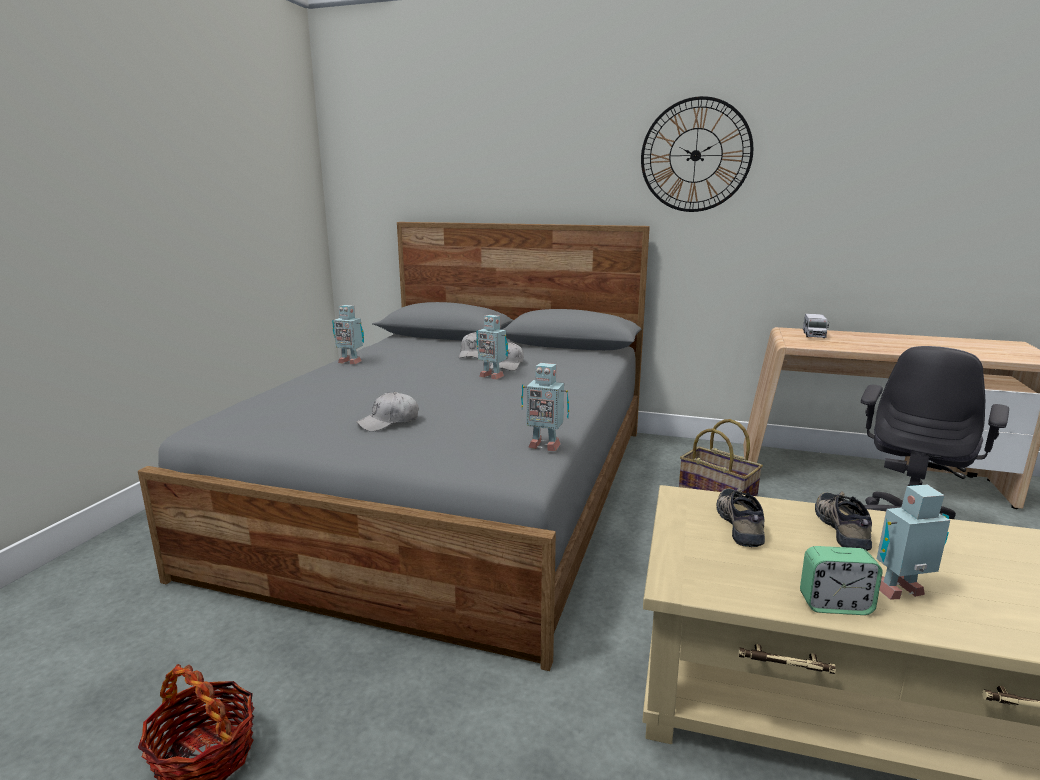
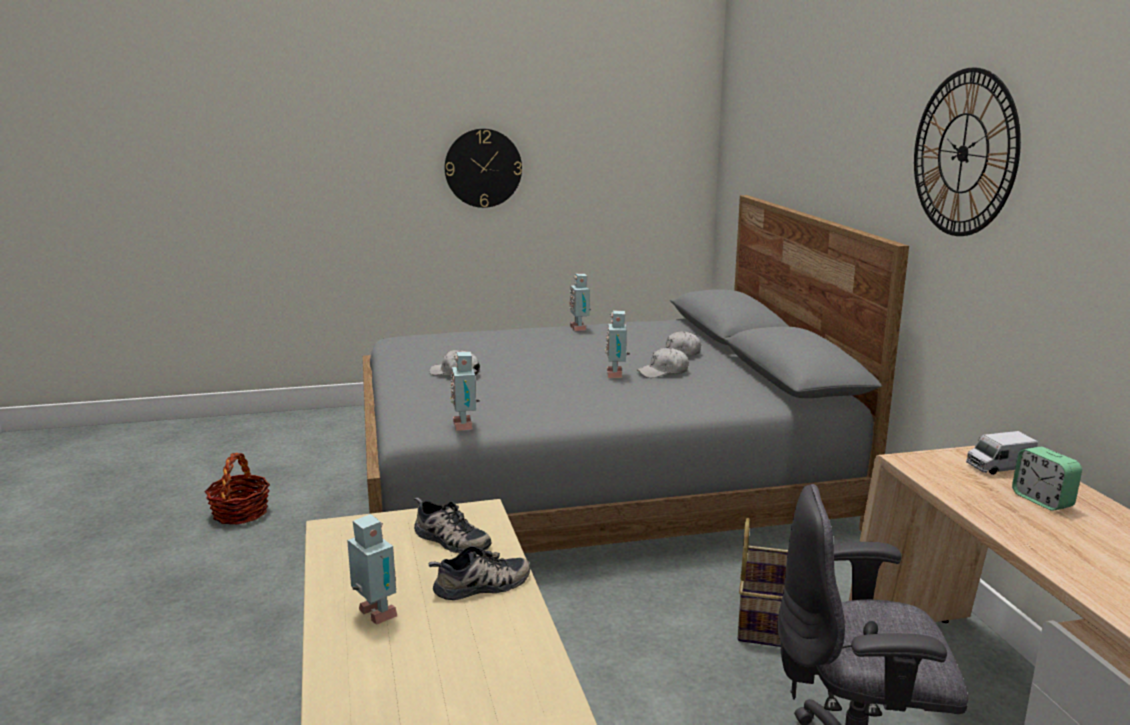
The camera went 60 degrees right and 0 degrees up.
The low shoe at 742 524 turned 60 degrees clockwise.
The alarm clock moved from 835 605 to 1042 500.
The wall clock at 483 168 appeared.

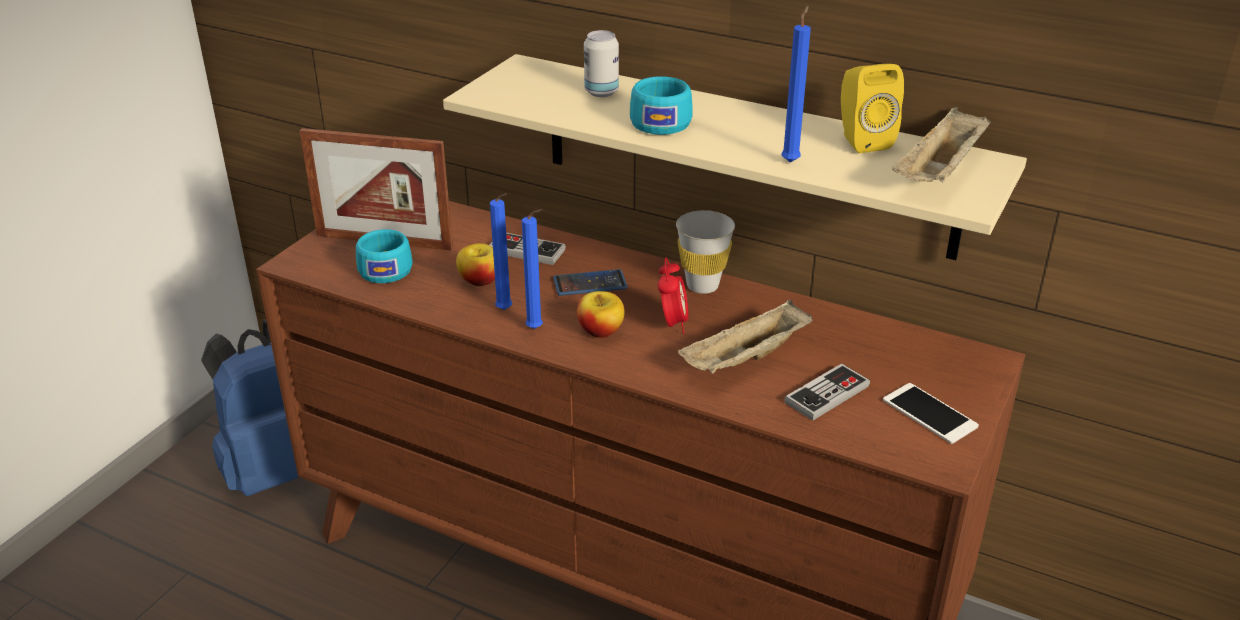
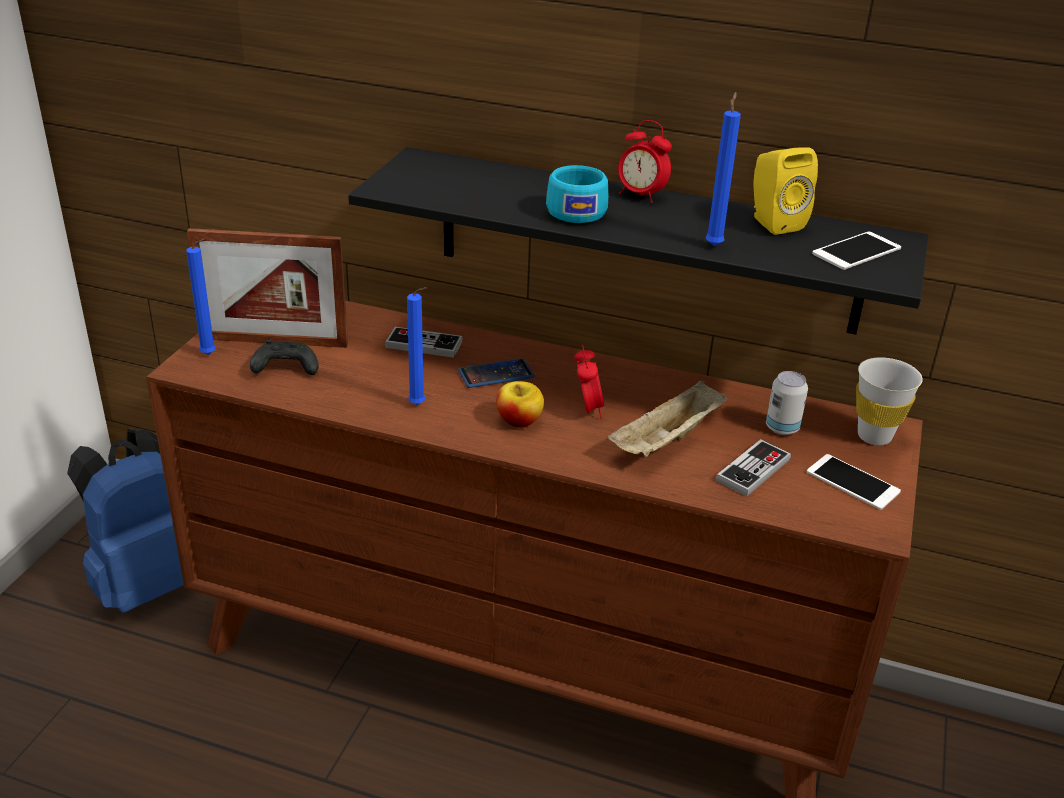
The camera went 10 degrees left and 0 degrees up.
The can moved from 601 92 to 782 428.
The bracket shelf/beige-coloured at 744 155 became the bracket shelf/black at 646 241.
The carrying tray/beige-coloured at 940 173 was replaced by the phone at 856 251.
The wax light/blue-coloured moved from 537 329 to 210 355.
The drinking cup/whitish moved from 702 286 to 874 436.
The drinking cup/turquoise at 386 268 was replaced by the game controller/black at 284 369.
The apple fruit at 480 281 disappeared.
The alarm clock at 640 195 appeared.

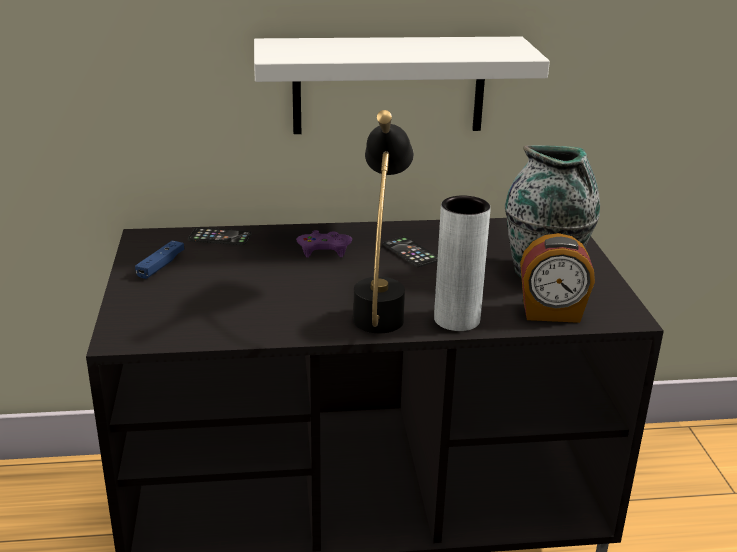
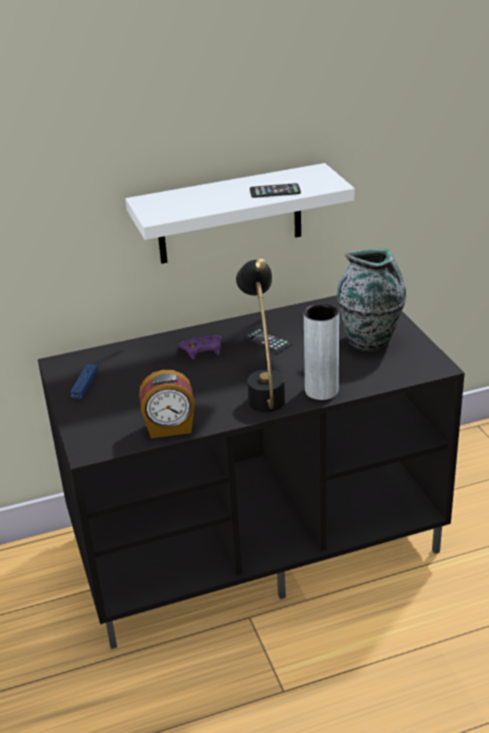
The camera went 10 degrees left and 5 degrees up.
The phone moved from 220 237 to 275 191.
The alarm clock moved from 551 313 to 170 428.

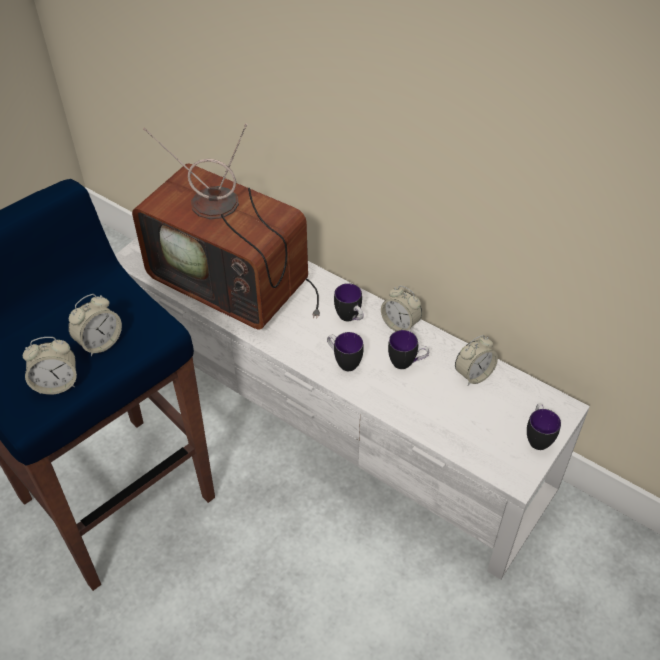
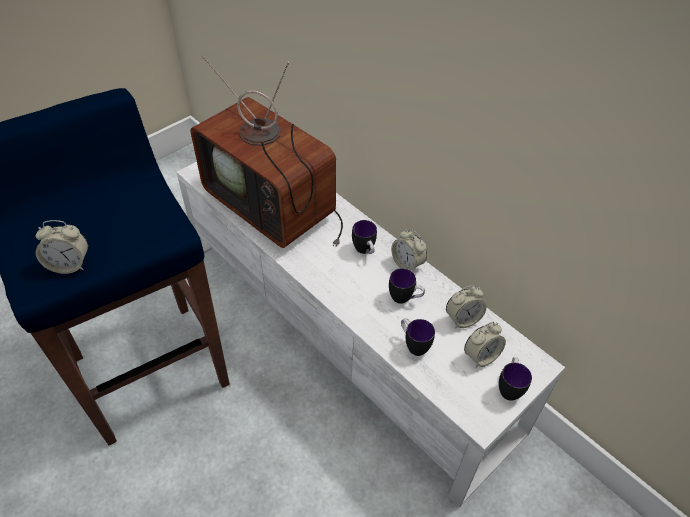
The camera went 10 degrees right and 0 degrees up.
The alarm clock moved from 100 342 to 481 356.
The tea mug moved from 343 361 to 413 345.

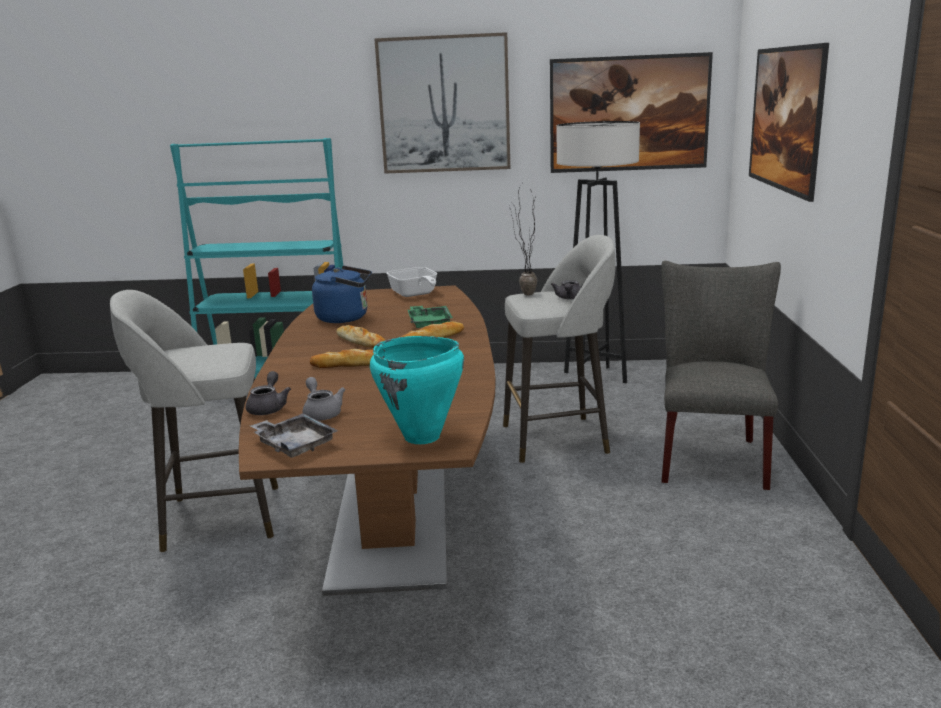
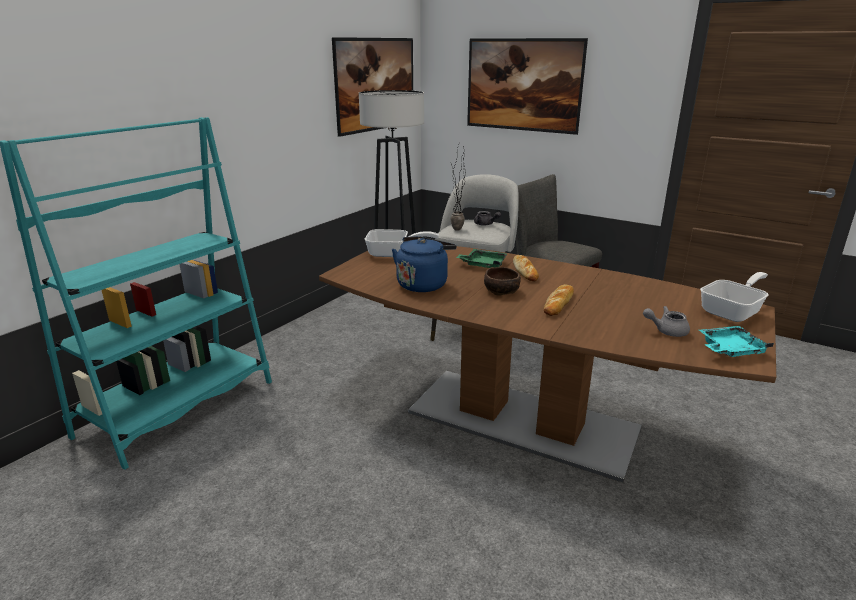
The camera went 60 degrees left and 5 degrees up.
The wall art at 444 104 disappeared.
The stool seat/grey at 218 518 disappeared.
The bread at 361 342 was replaced by the deep dish/brownish at 502 291.
The stockpot/turquoise at 422 437 was replaced by the skillet at 733 311.
The teapot/grey at 268 407 disappeared.
The carrying tray/grey at 294 444 became the carrying tray/turquoise at 729 349.

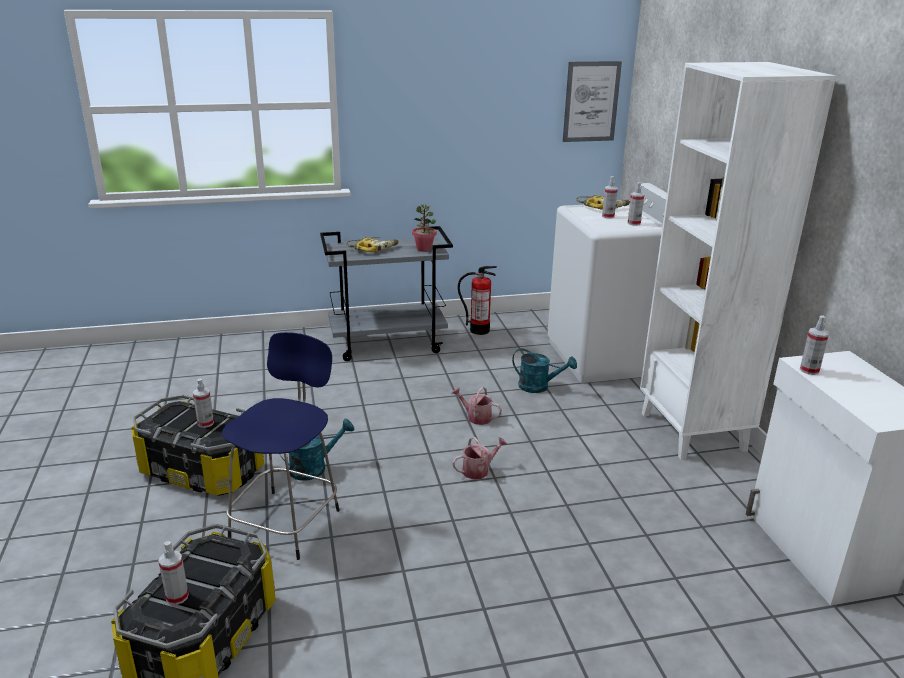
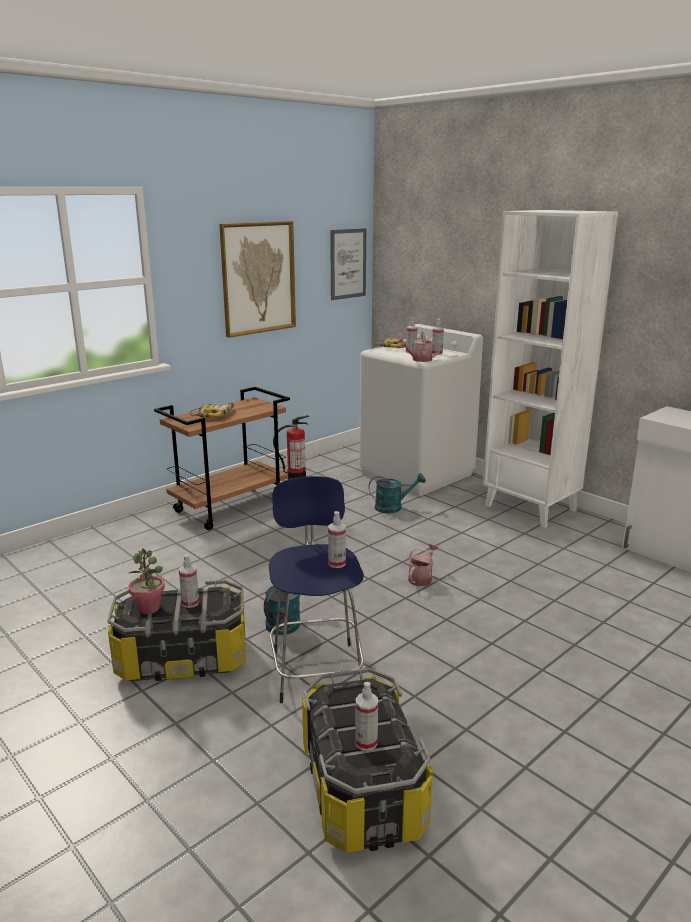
The camera went 30 degrees left and 5 degrees down.
The potted plant moved from 424 249 to 149 608.
The trolley/grey at 388 343 became the trolley/brownish at 230 507.
The spray bottle moved from 809 370 to 337 563.
The sprinkling can moved from 476 417 to 419 359.
The wall art at 258 278 appeared.

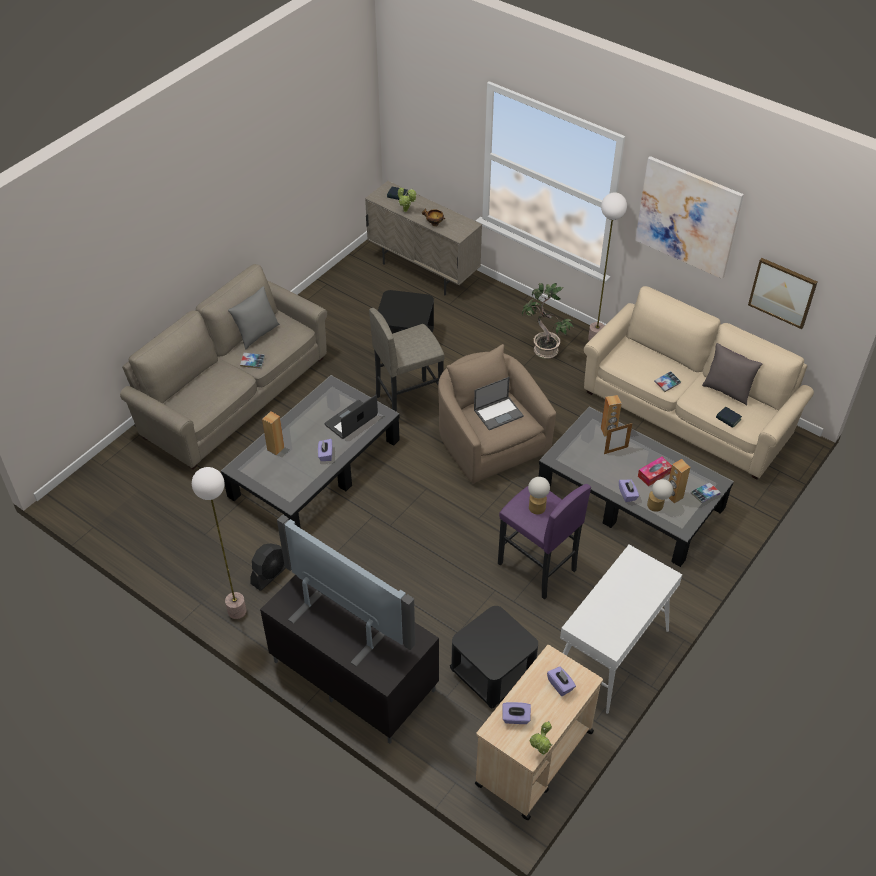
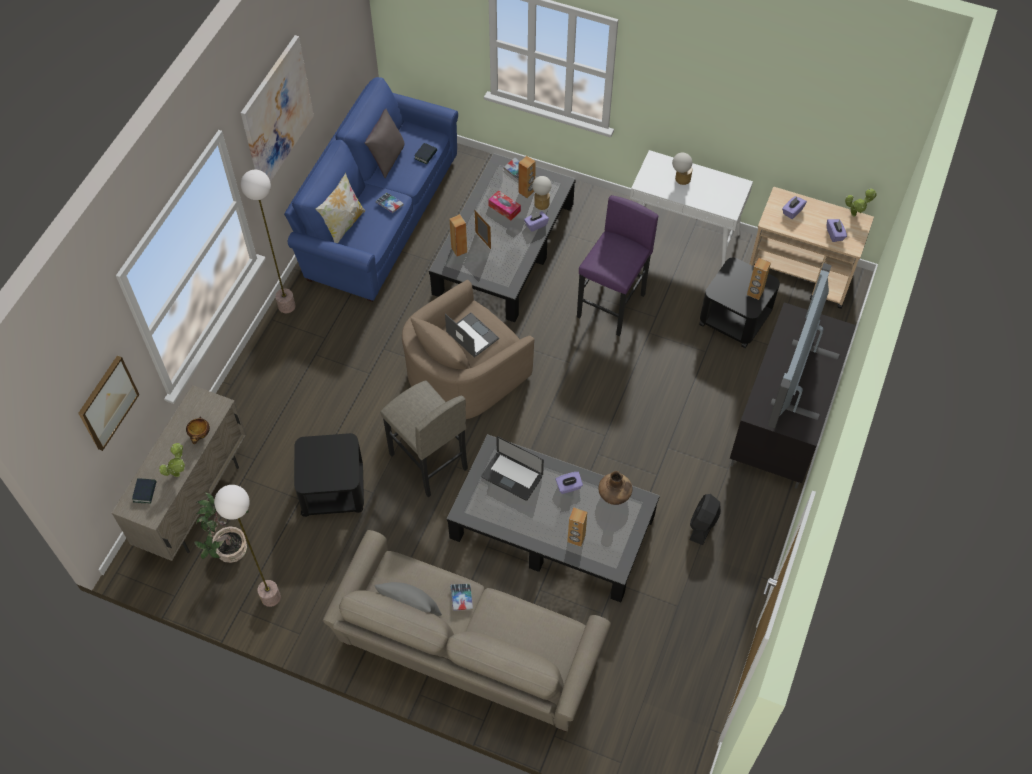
The camera went 105 degrees left and 10 degrees up.
The wall art moved from 782 292 to 107 402.
The potted plant moved from 544 350 to 232 550.
The couch/beige-coloured at 689 411 became the couch/blue-coloured at 378 216.
The floor lamp moved from 237 611 to 270 597.
The lamp for a table moved from 537 505 to 680 179.
The cooling fan/black at 270 574 turned 90 degrees counterclockwise.
The cushion at 343 225 appeared.
The loudspeaker/brownish at 755 293 appeared.
The vase/brownish at 614 495 appeared.

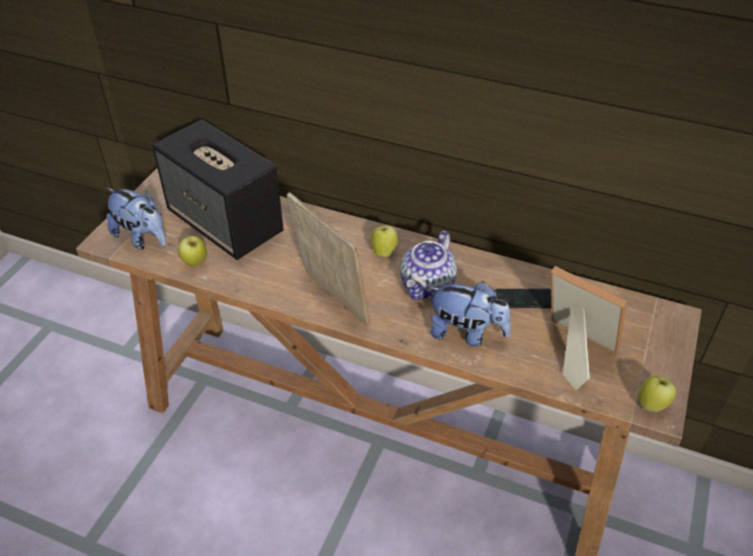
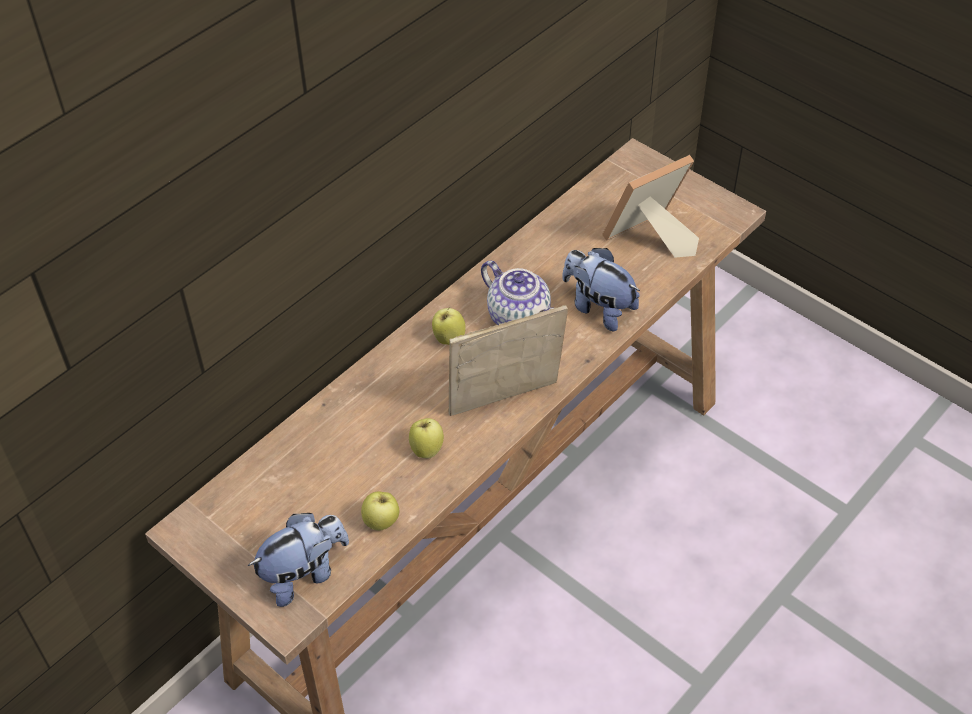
The camera went 70 degrees left and 5 degrees up.
The loudspeaker at 226 223 disappeared.
The plush toy at 466 333 turned 90 degrees counterclockwise.
The phone at 524 300 disappeared.
The apple fruit moved from 652 404 to 427 449.

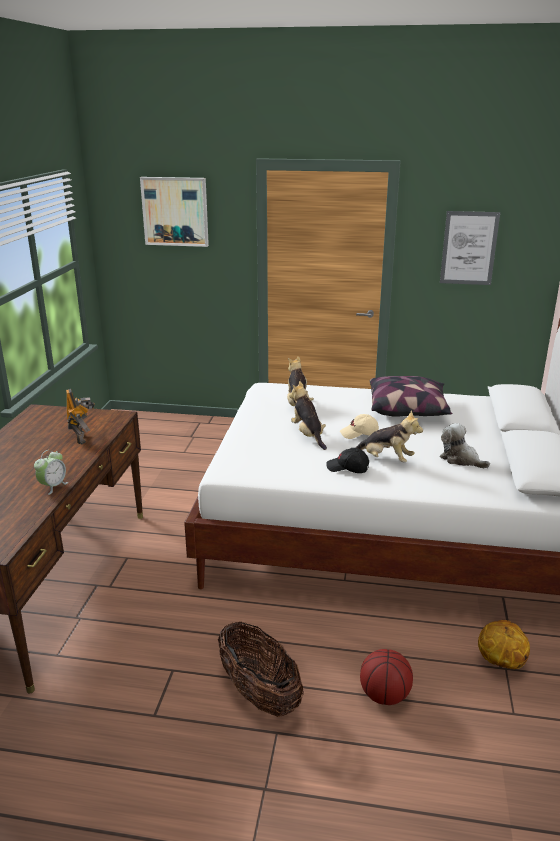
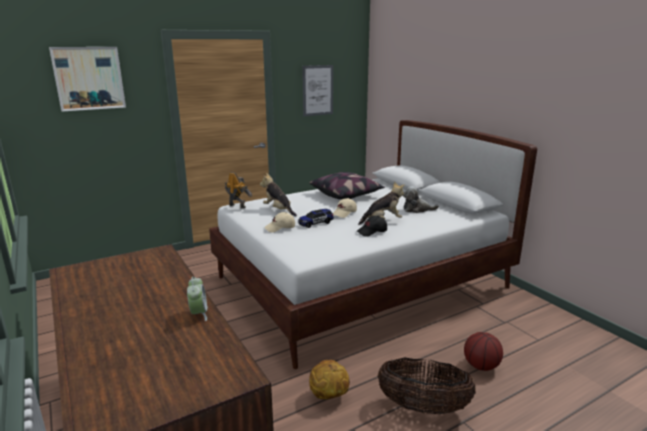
The camera went 40 degrees left and 5 degrees down.
The plush toy at 308 435 was replaced by the model car at 316 223.
The model robot moved from 82 437 to 237 206.
The basketball moved from 500 662 to 328 395.
The peaked cap/beige-coloured at 280 228 appeared.

